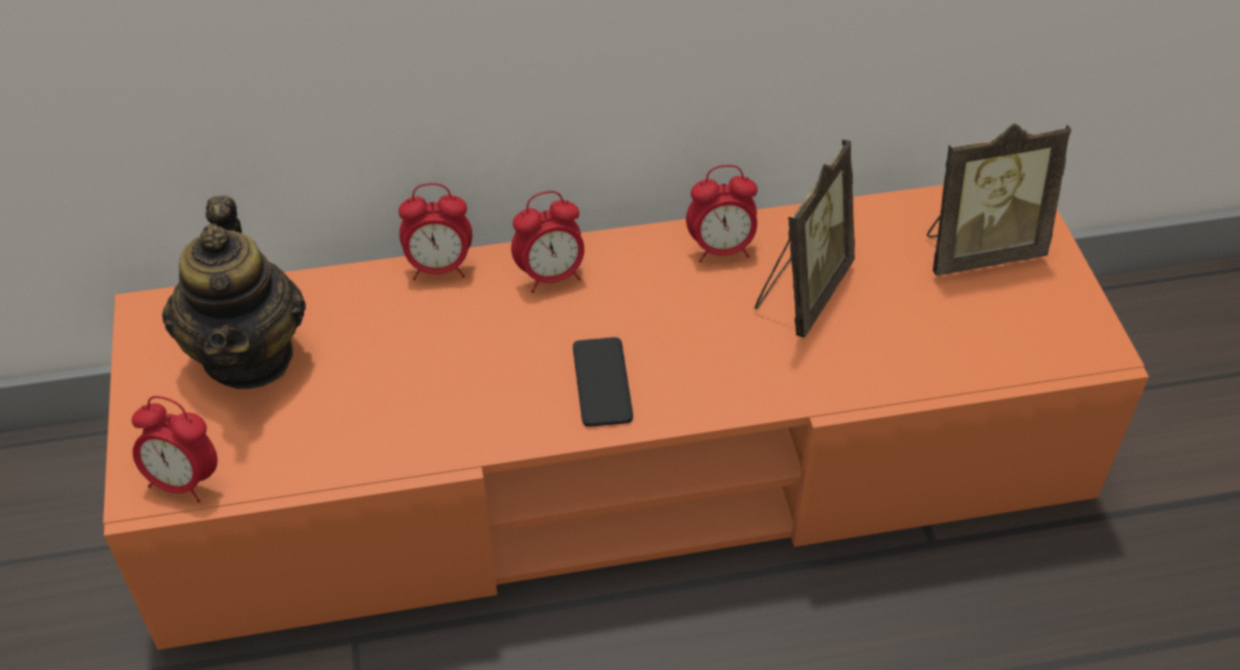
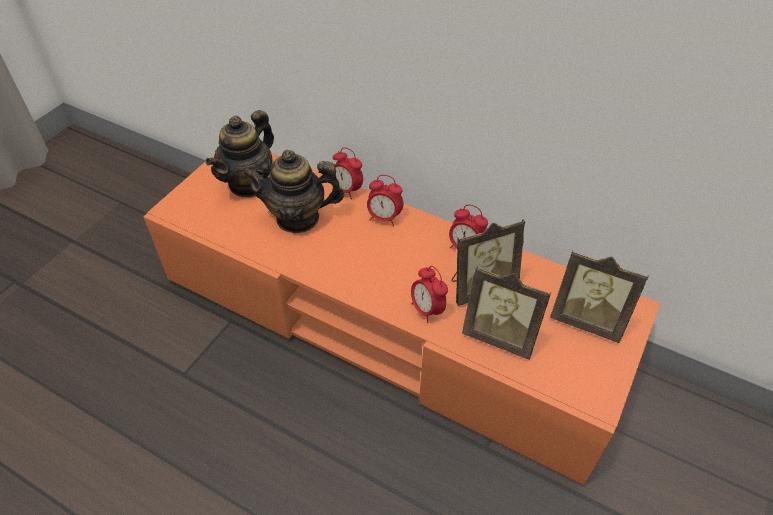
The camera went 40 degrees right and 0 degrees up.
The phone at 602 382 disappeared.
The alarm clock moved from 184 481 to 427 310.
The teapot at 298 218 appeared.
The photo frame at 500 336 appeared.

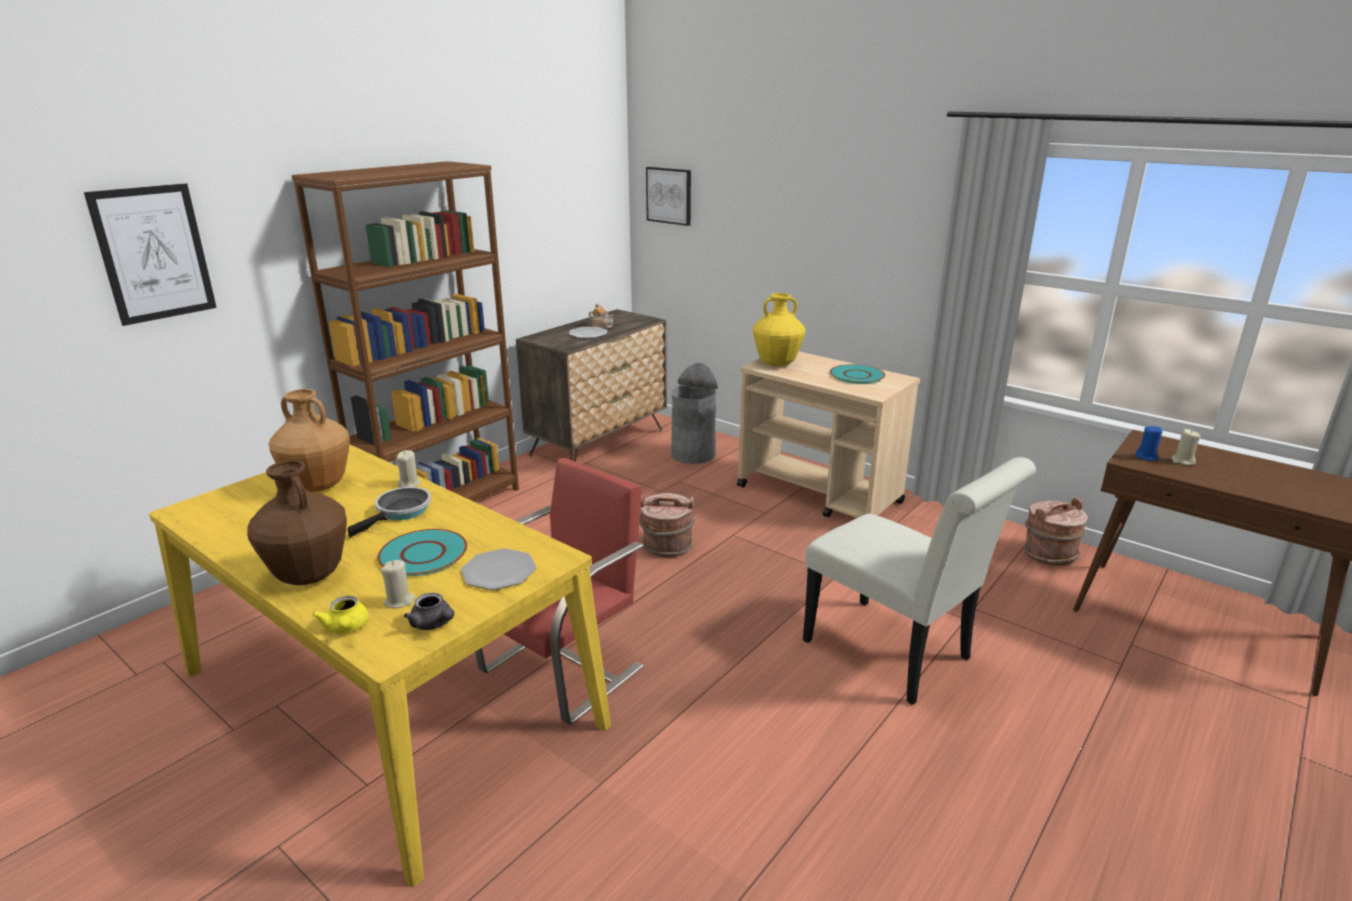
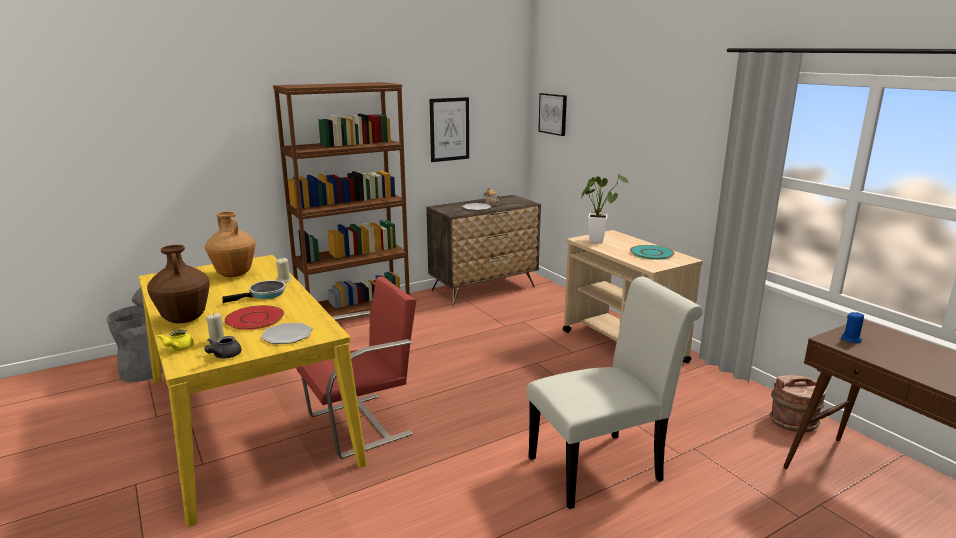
The camera went 20 degrees right and 5 degrees down.
The wall art moved from 154 253 to 449 129.
The vase/yellow-coloured at 777 364 was replaced by the potted plant at 596 239.
The waste bin/grey moved from 693 454 to 143 371.
The wax light/beige-coloured at 1182 461 disappeared.
The chair/whitish at 895 655 turned 90 degrees counterclockwise.
The water bucket/brownish at 667 546 disappeared.
The plate/turquoise at 423 554 became the plate/reddish at 254 319.
The teapot/grey at 434 624 turned 45 degrees clockwise.

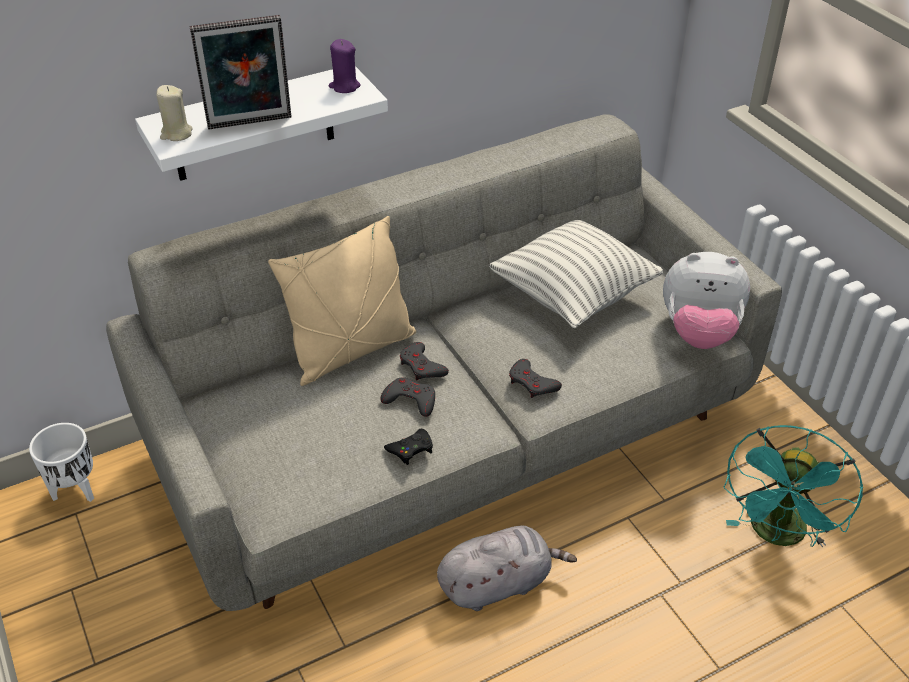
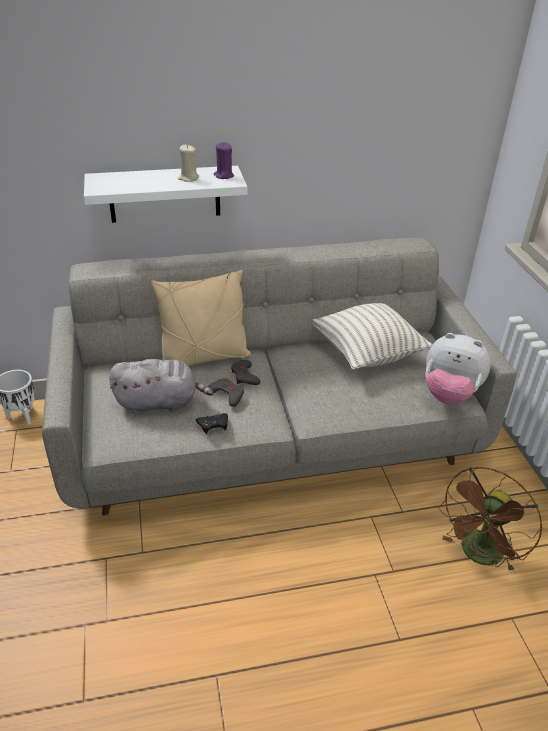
The camera went 15 degrees right and 5 degrees down.
The photo frame at 250 124 disappeared.
The wax light/beige-coloured moved from 176 134 to 188 178.
The game controller/grey at 532 383 disappeared.
The cooling fan/turquoise at 777 535 became the cooling fan/brownish at 479 556.
The plush toy/grey moved from 498 583 to 160 403.

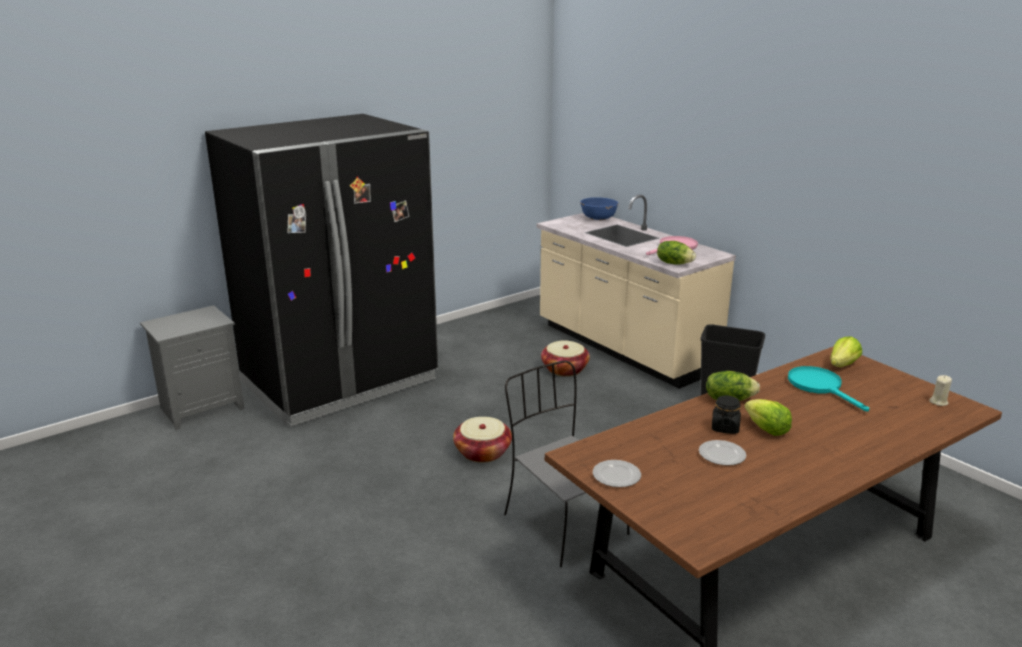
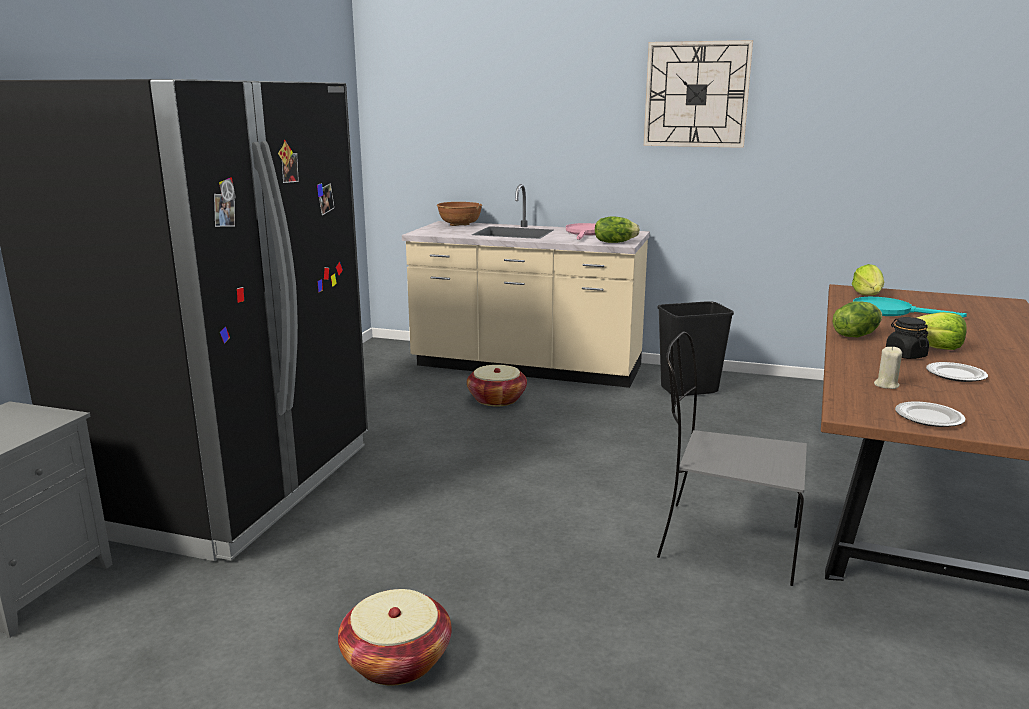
The camera went 35 degrees left and 5 degrees down.
The deep dish/blue-coloured at 598 218 became the deep dish/brownish at 460 225.
The wax light/beige-coloured moved from 938 402 to 886 385.
The household basket moved from 482 452 to 396 660.
The wall clock at 696 94 appeared.

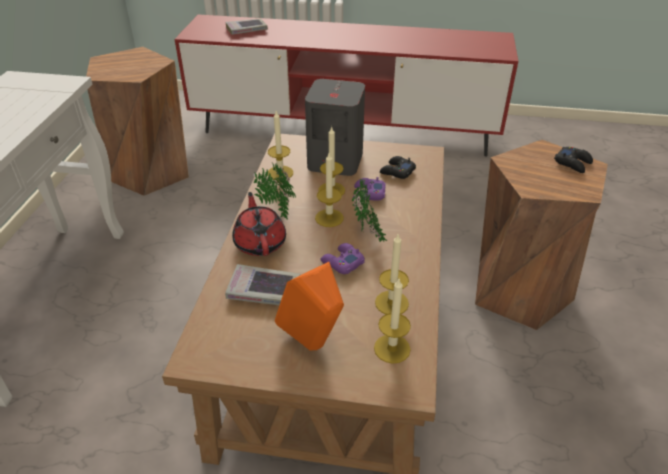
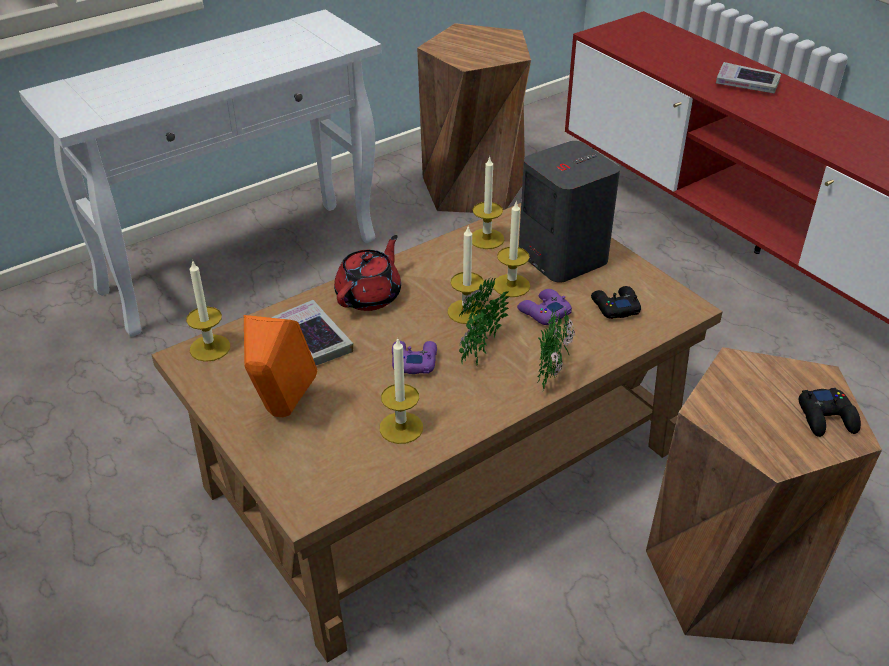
The camera went 45 degrees right and 0 degrees up.
The book moved from 246 30 to 747 84.
The potted plant moved from 275 209 to 550 370.
The wax light moved from 392 348 to 210 348.

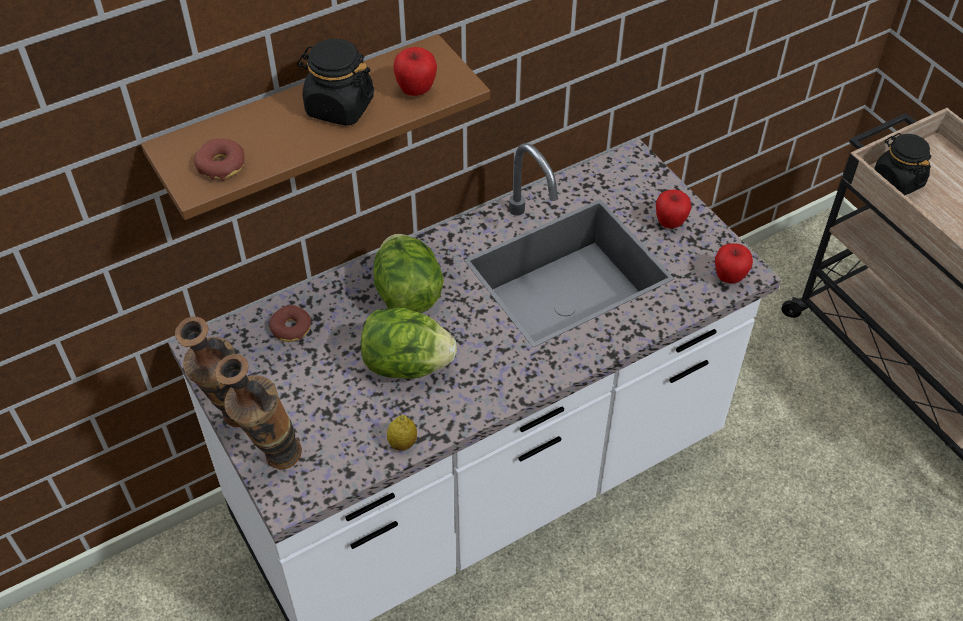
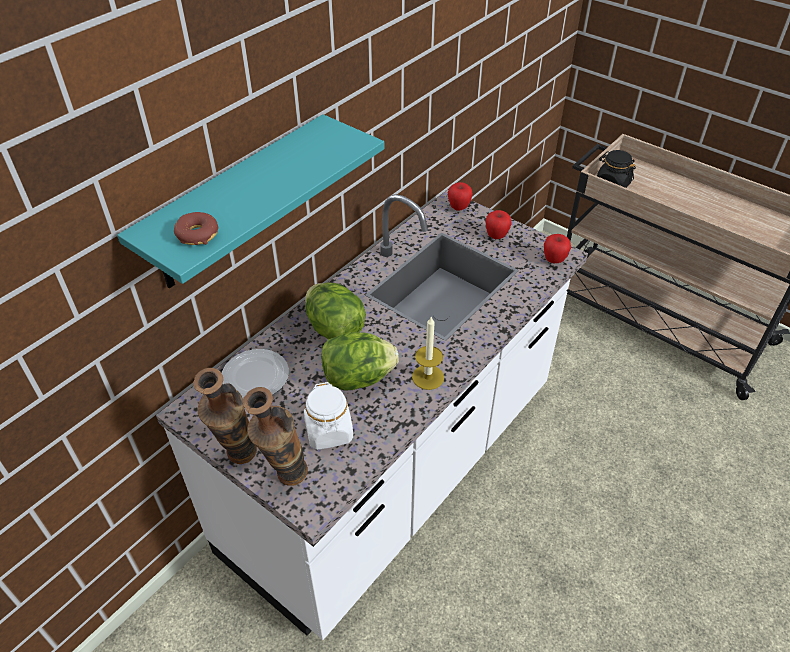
The camera went 20 degrees left and 5 degrees down.
The bracket shelf/brownish at 302 125 became the bracket shelf/turquoise at 236 204.
The preserve jar/black at 339 107 disappeared.
The apple fruit moved from 416 90 to 459 207.
The doughnut at 291 328 was replaced by the plate at 255 377.
The whole lemon at 402 443 disappeared.
The wax light at 428 377 appeared.
The preserve jar/whitish at 329 432 appeared.

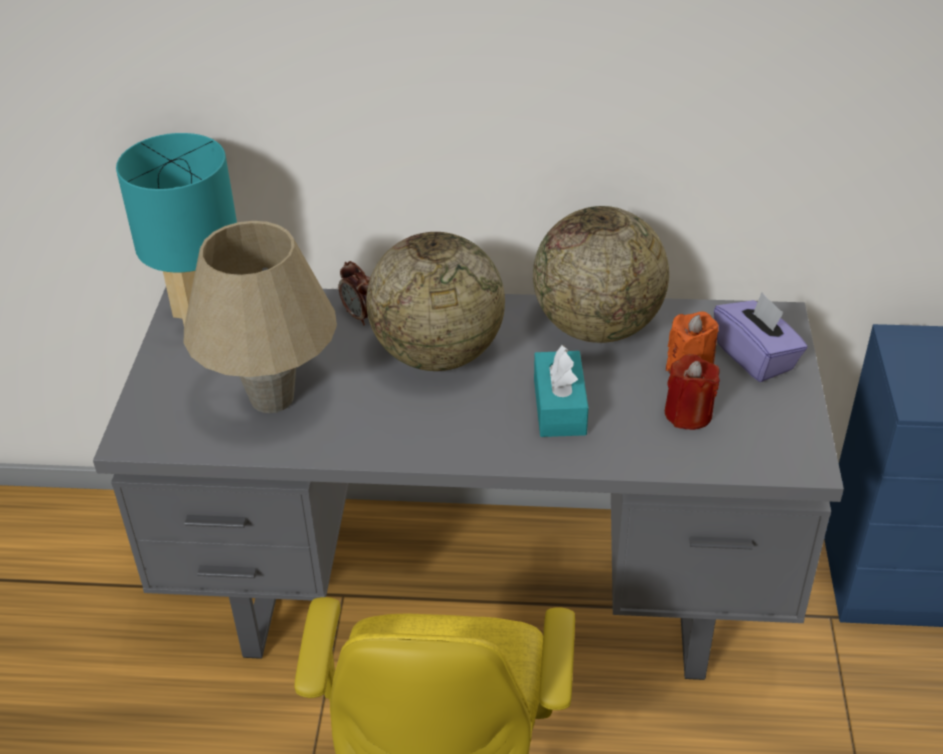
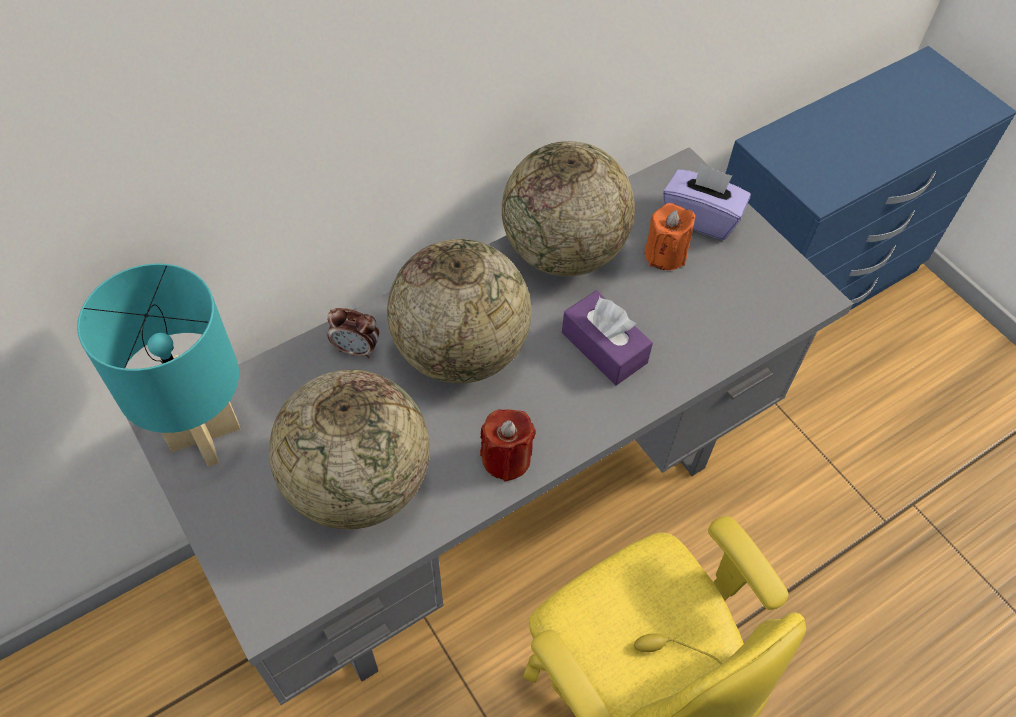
The camera went 40 degrees left and 15 degrees up.
The lamp for a table/beige-coloured at 272 398 was replaced by the globe at 358 484.
The tissue holder/turquoise at 559 407 became the tissue holder/purplish at 604 347.
The wax light/reddish moved from 688 414 to 506 458.

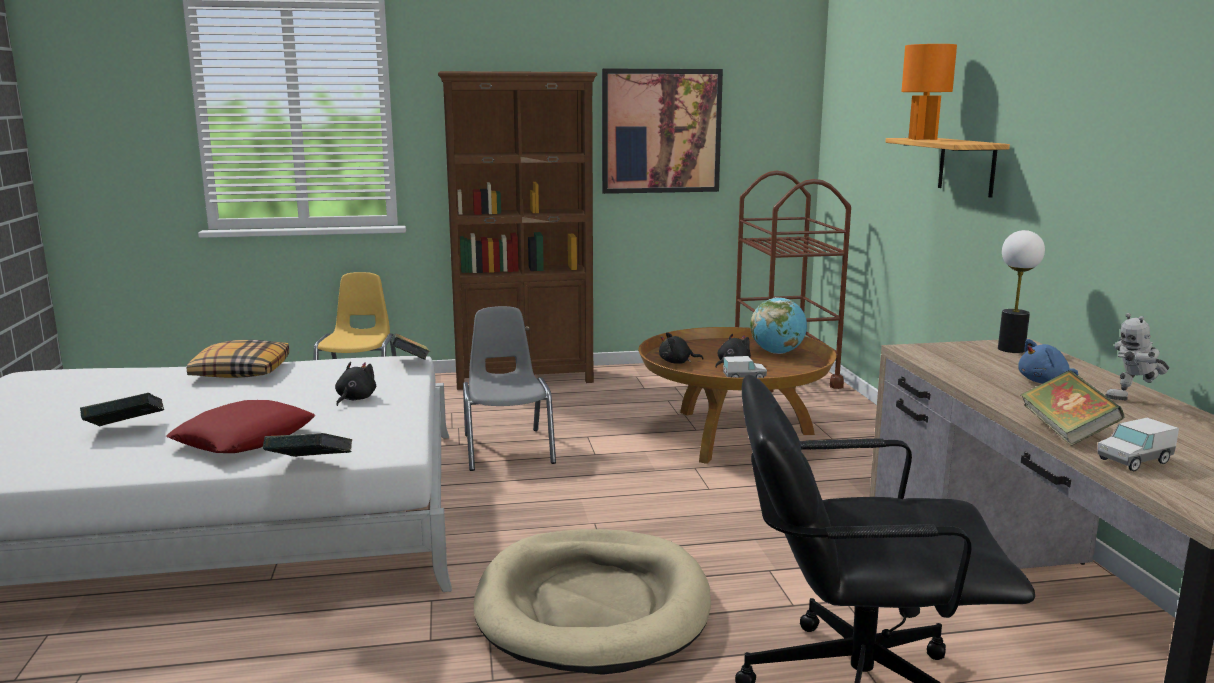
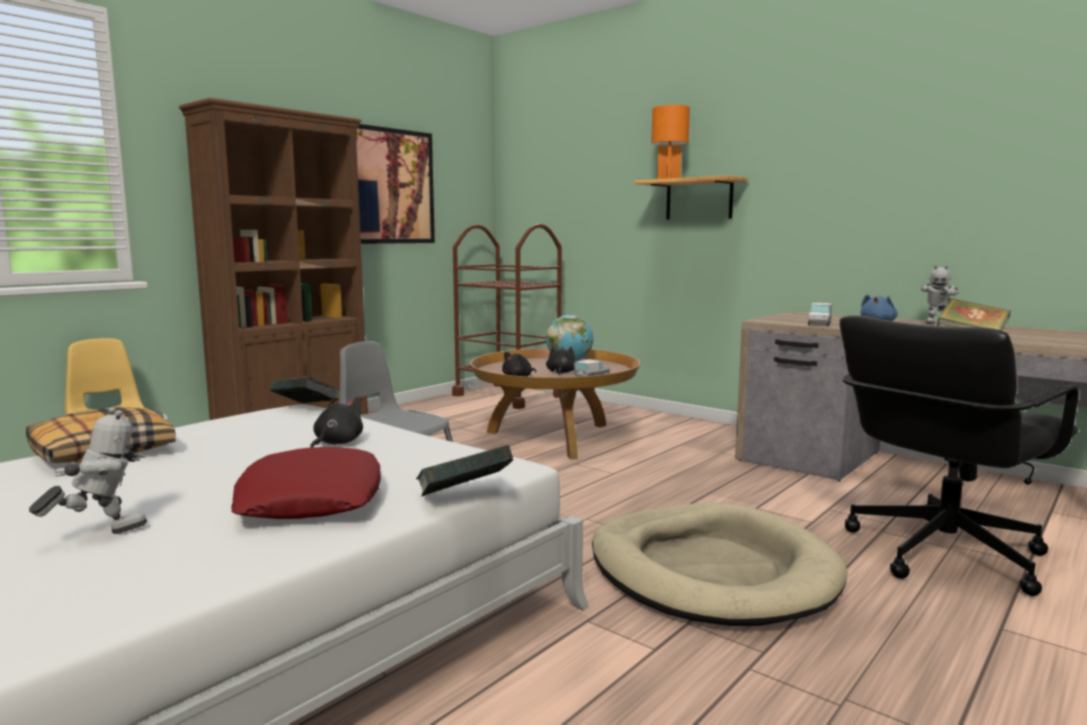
The camera went 40 degrees left and 5 degrees down.
The lamp for a table at 1011 349 disappeared.
The plush toy/black at 355 399 turned 45 degrees clockwise.
The book at 125 429 was replaced by the model robot at 100 533.
The toy truck moved from 1134 461 to 819 324.

